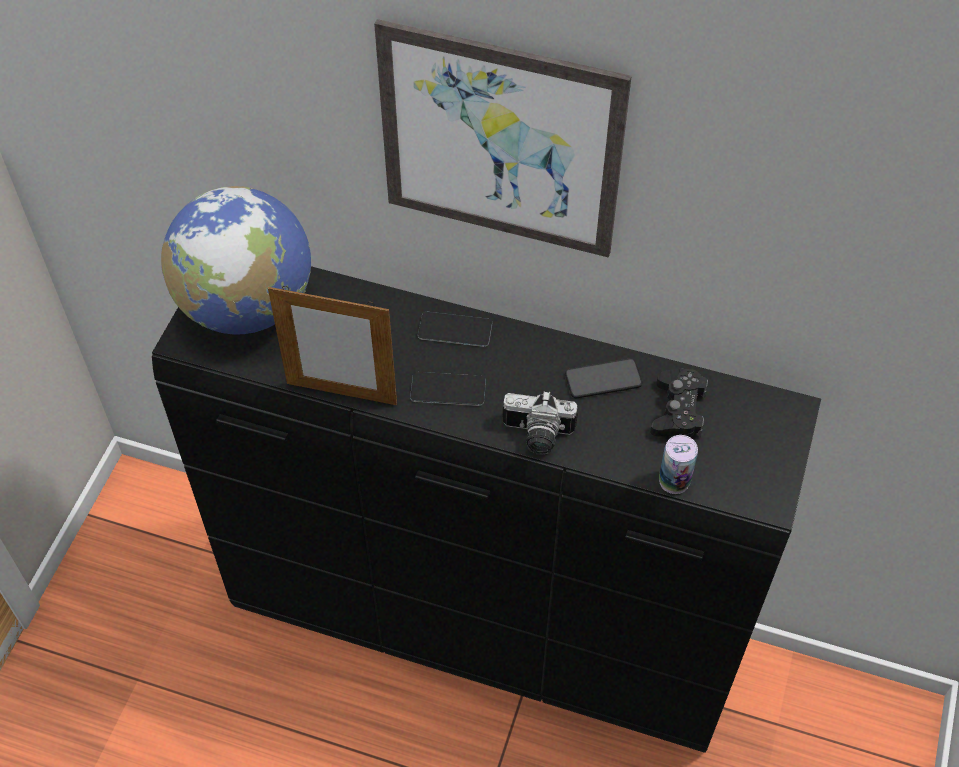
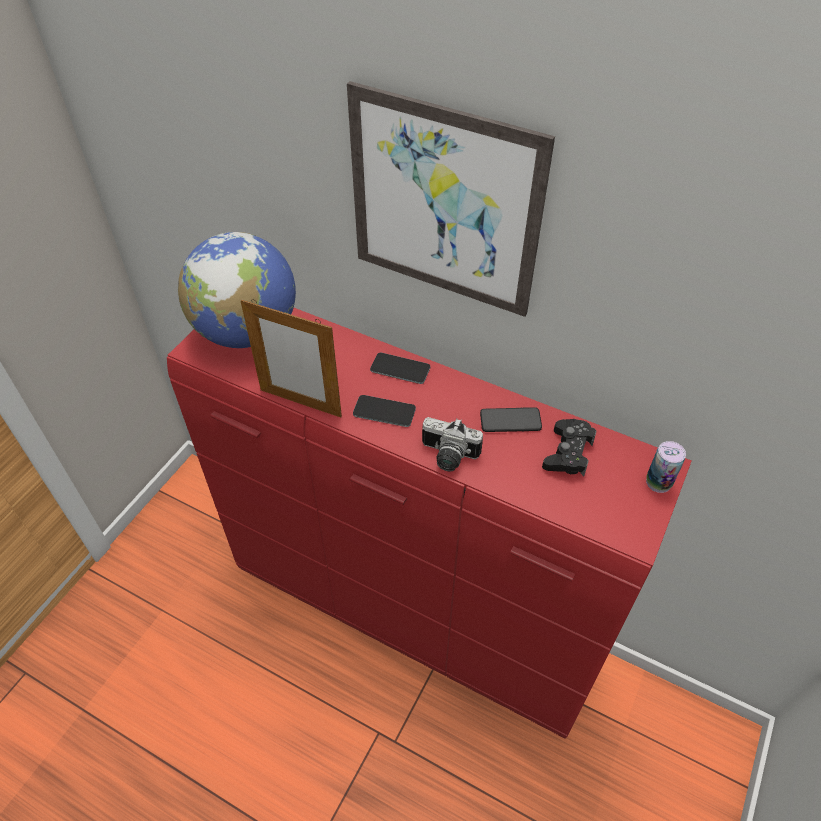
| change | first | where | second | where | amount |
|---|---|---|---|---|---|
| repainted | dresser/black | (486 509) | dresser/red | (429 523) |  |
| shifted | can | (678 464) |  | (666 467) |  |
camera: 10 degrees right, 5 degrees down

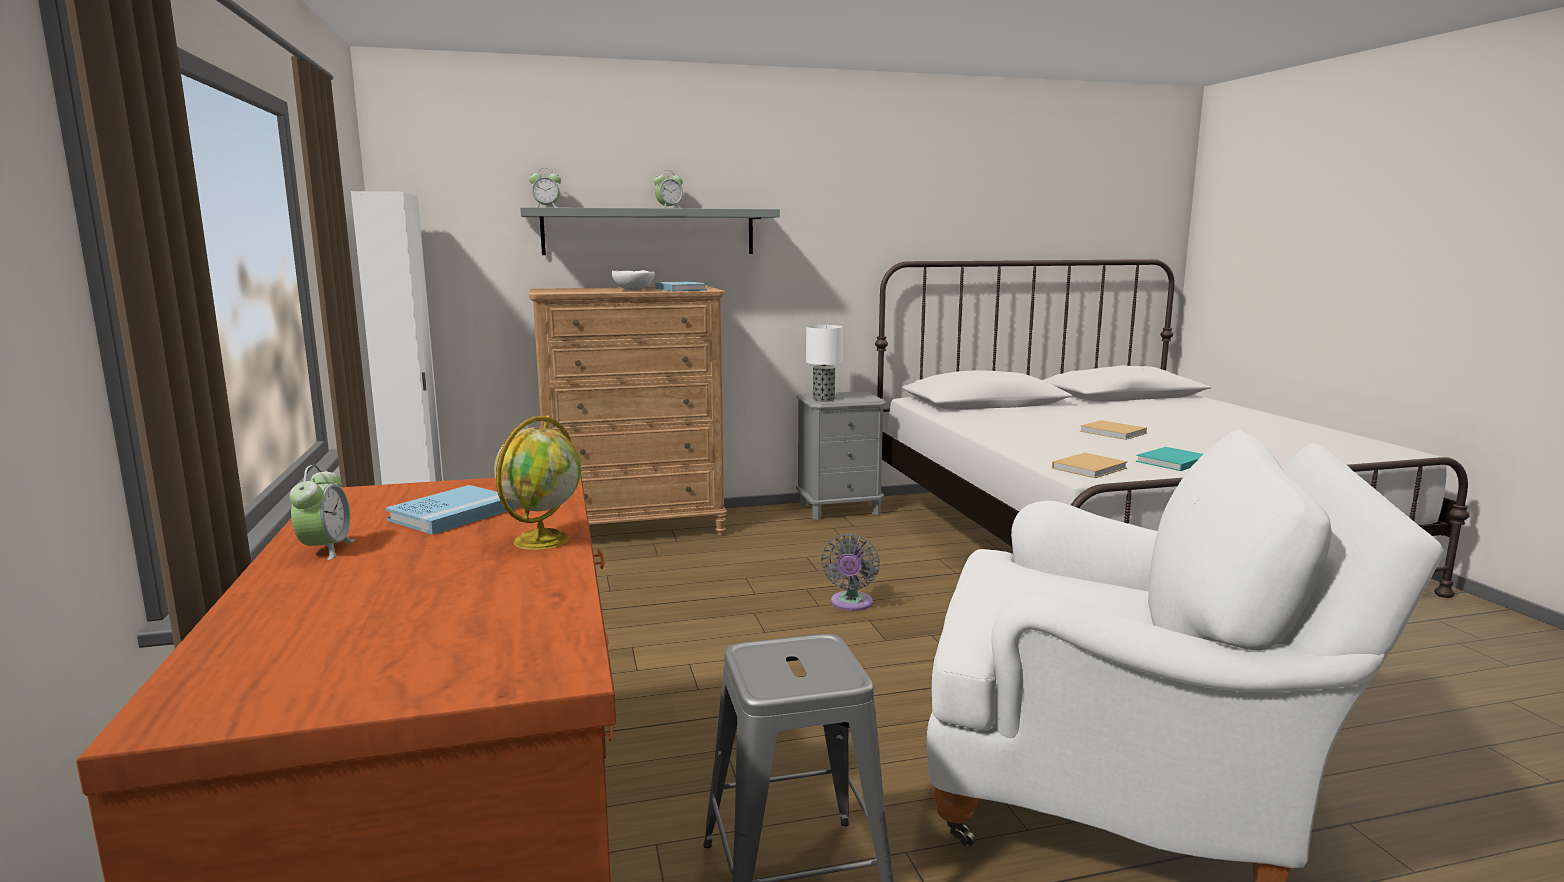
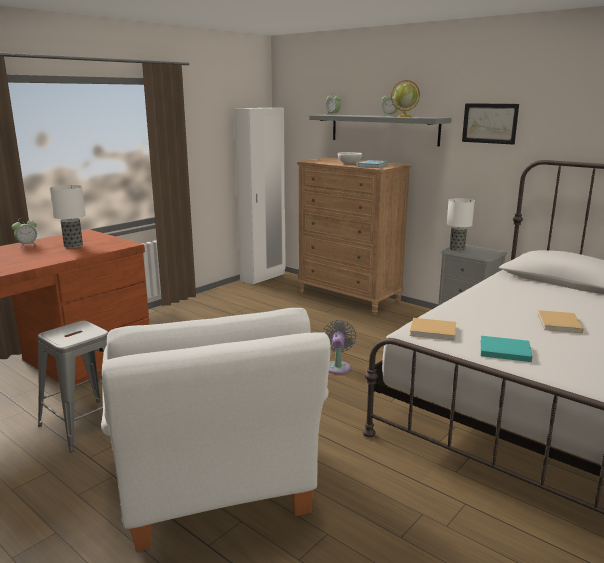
| change | first | where | second | where | amount |
|---|---|---|---|---|---|
| swapped | book/blue | (450 510) | table lamp | (67 216) |  |
| shifted | globe | (537 482) |  | (405 98) |  |
| rotated | fan/grey | (850 572) |  | (340 347) | 120 degrees clockwise |
| new |  |  | picture | (490 124) |  |
camera: 55 degrees right, 5 degrees up

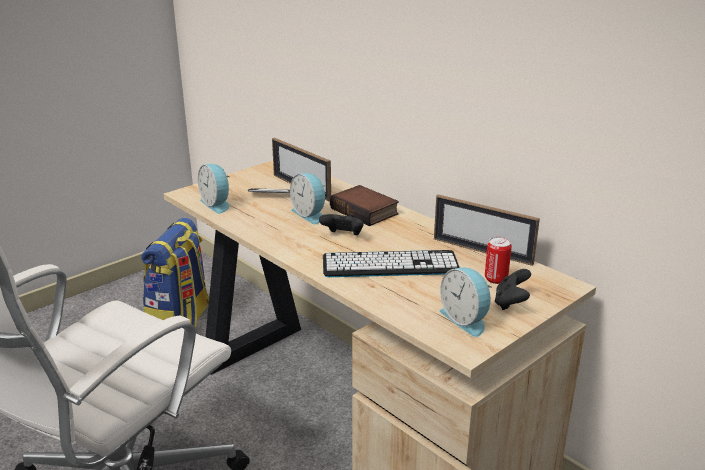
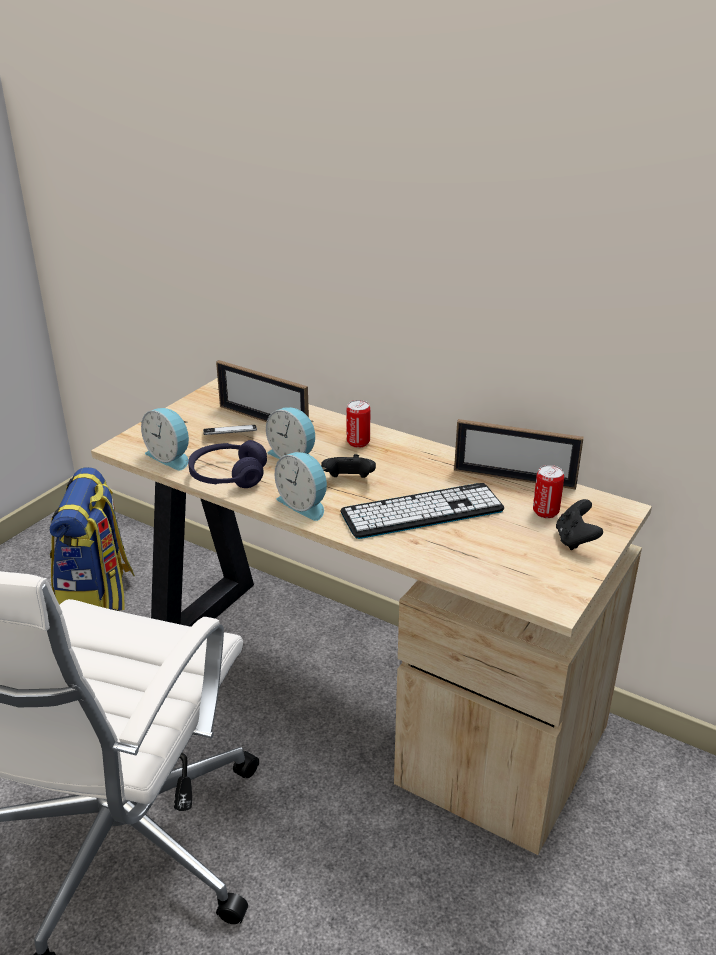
| change | first | where | second | where | amount |
|---|---|---|---|---|---|
| swapped | book | (364 205) | can | (358 424) |  |
| shifted | alarm clock | (466 302) |  | (301 486) |  |
| new |  |  | headphones/purple | (227 464) |  |
camera: 15 degrees left, 5 degrees up

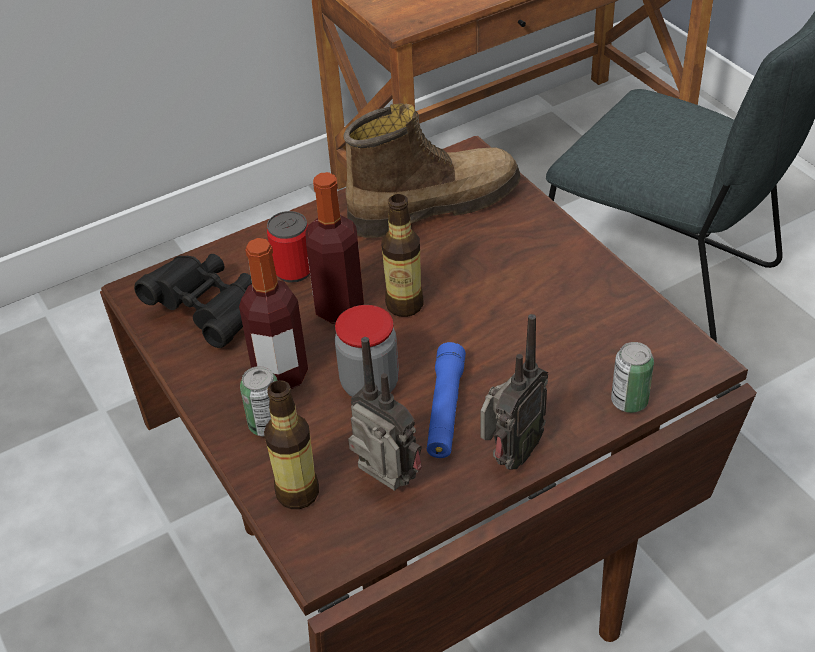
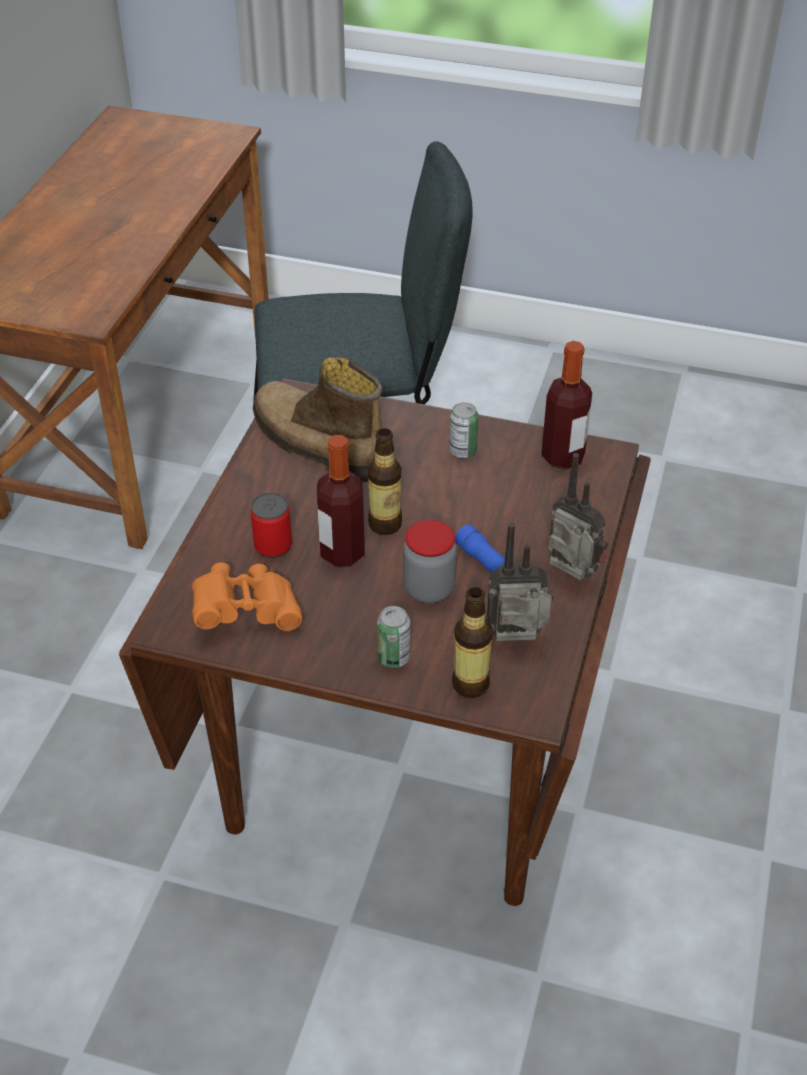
| change | first | where | second | where | amount |
|---|---|---|---|---|---|
| repainted | binoculars/black | (193 301) | binoculars/orange | (247 596) |  |
| shifted | bottle | (273 313) |  | (566 405) |  |
| rotated | boot | (432 170) |  | (317 419) | 75 degrees counterclockwise |
| rotated | radio | (514 392) |  | (578 517) | 45 degrees counterclockwise |
| shifted | can | (632 377) |  | (464 430) |  |
camera: 45 degrees left, 0 degrees up

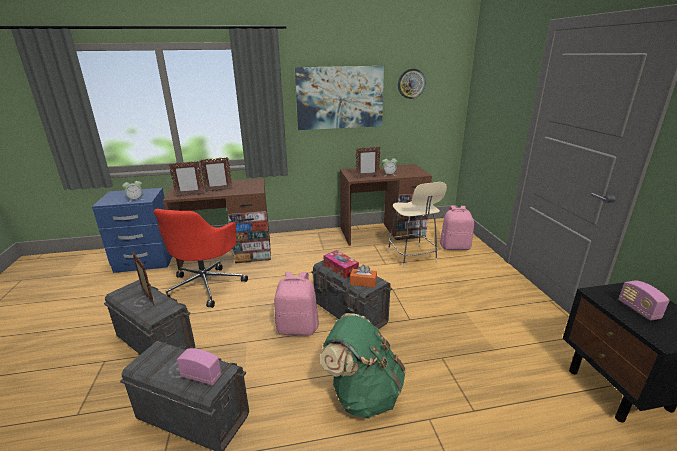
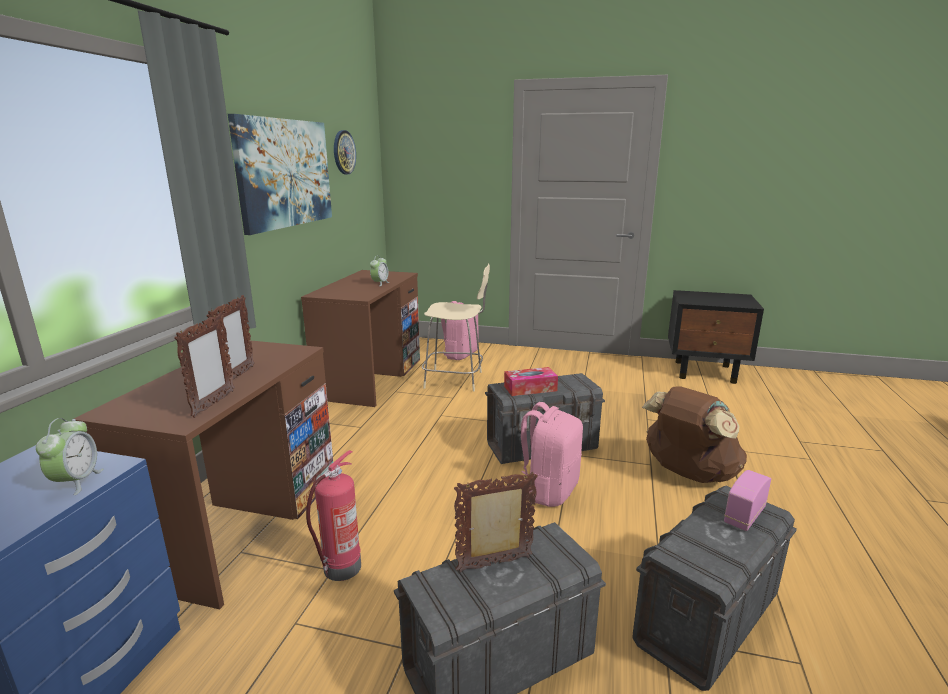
| change | first | where | second | where | amount |
|---|---|---|---|---|---|
| swapped | office chair/red | (200 258) | fire extinguisher | (333 515) |  |
| repainted | backpack/green | (363 366) | backpack/brown | (694 434) |  |
| gone | tissue box/orange | (363 276) |  |  |  |
| gone | picture frame | (368 162) |  |  |  |
| gone | radio | (644 300) |  |  |  |
camera: 65 degrees left, 5 degrees down

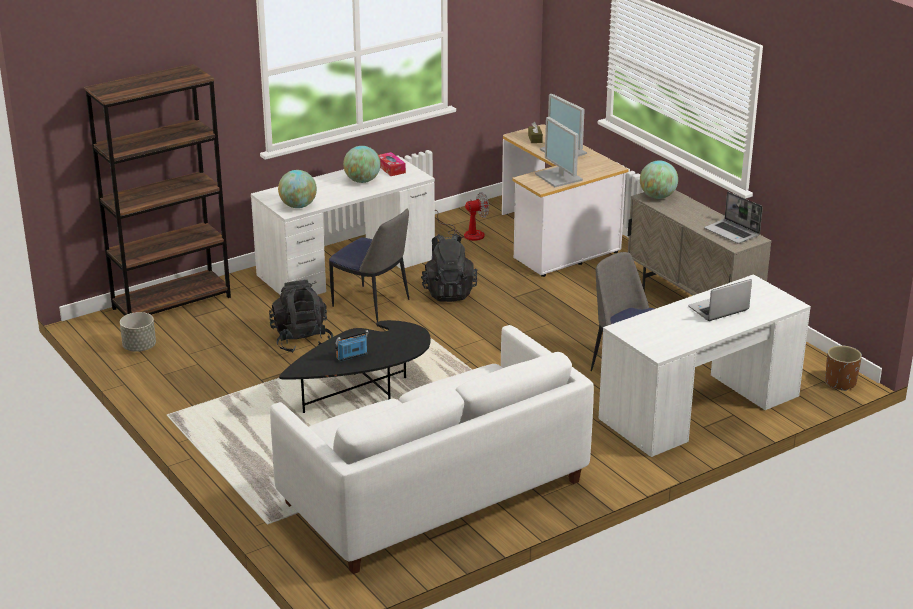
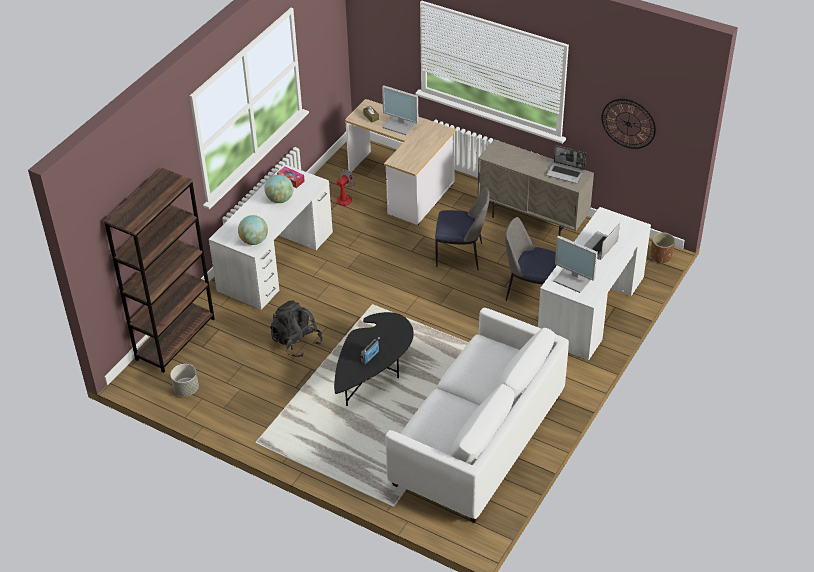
| change | first | where | second | where | amount |
|---|---|---|---|---|---|
| shifted | chair | (369 265) |  | (462 229) |  |
| gone | backpack/black | (449 268) |  |  |  |
| shifted | monitor | (559 152) |  | (575 264) |  |
| gone | globe | (659 179) |  |  |  |
| new |  |  | wall clock | (628 124) |  |
camera: 25 degrees left, 15 degrees up

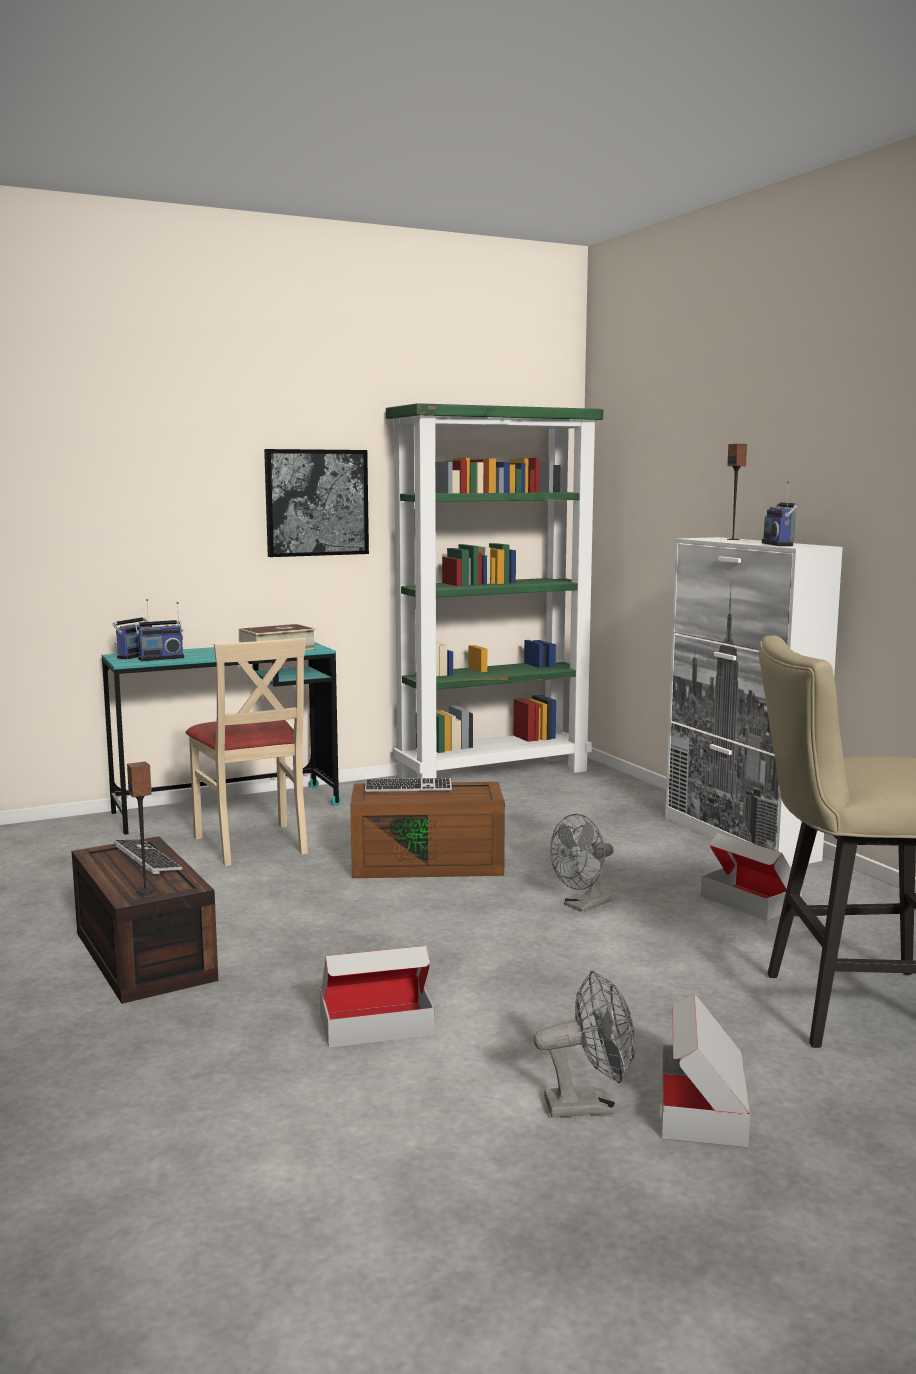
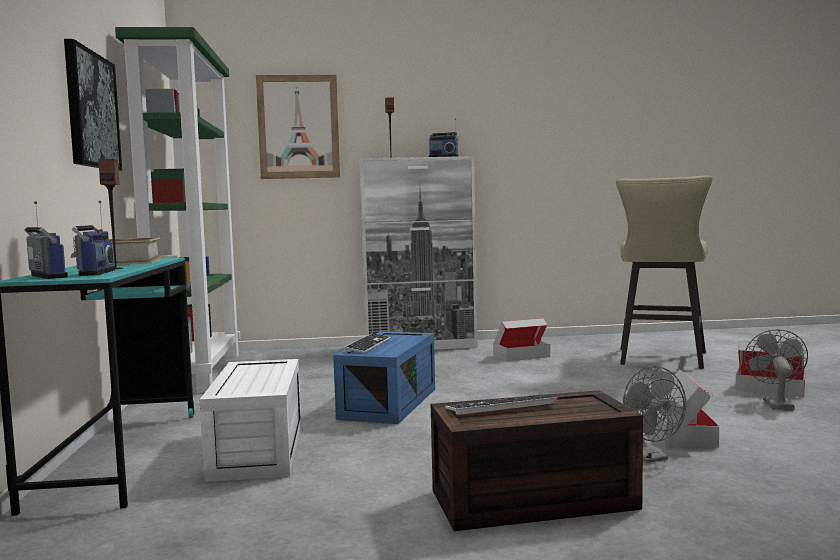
| change | first | where | second | where | amount |
|---|---|---|---|---|---|
| shifted | speaker | (140 828) |  | (110 214) |  |
| swapped | chair/beige | (247 752) | storage box/white | (250 420) |  |
| repainted | storage box/brown | (427 830) | storage box/blue | (384 377) |  |
| shifted | fan/grey | (582 863) |  | (654 414) |  |
| new |  |  | picture | (298 127) |  |
camera: 70 degrees left, 5 degrees down

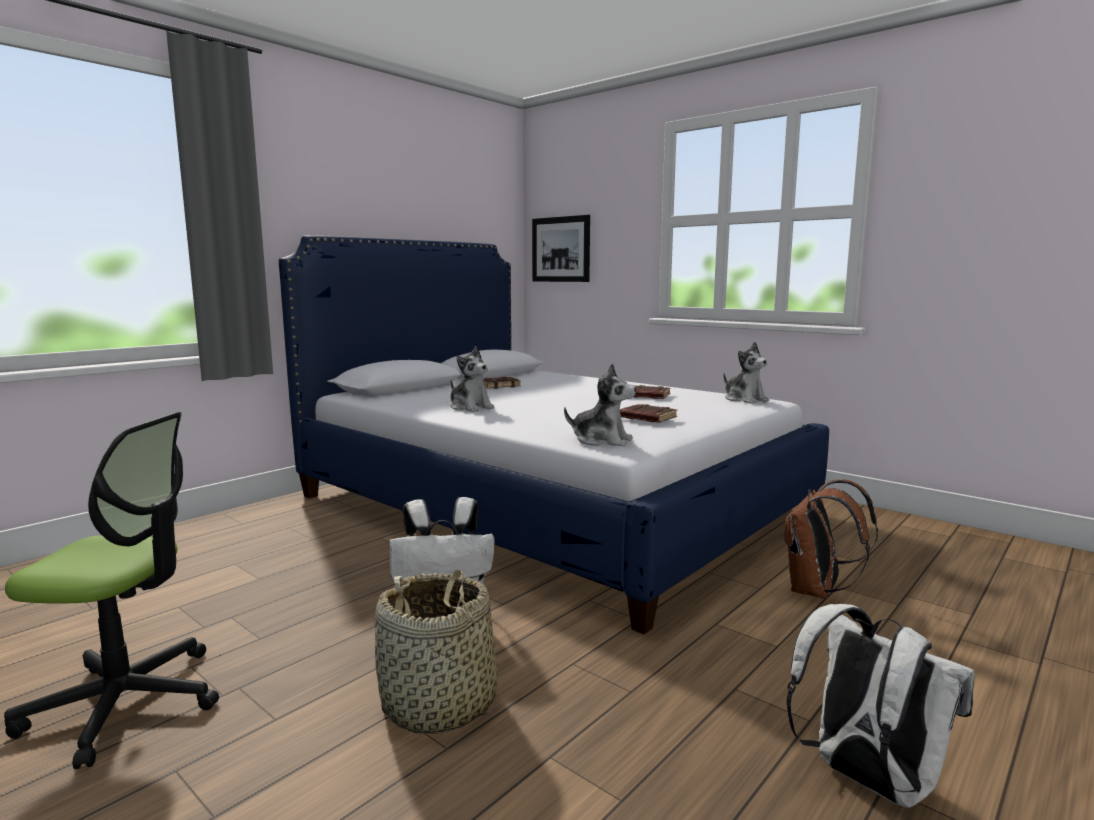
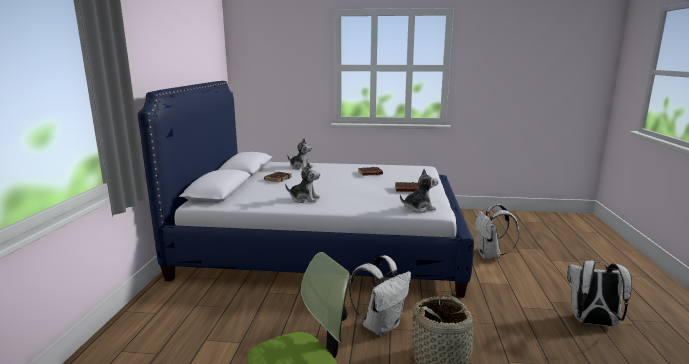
| change | first | where | second | where | amount |
|---|---|---|---|---|---|
| gone | picture | (561 248) |  |  |  |
| shifted | plush toy | (746 373) |  | (300 154) |  |
| repainted | backpack/brown | (831 539) | backpack/white | (497 231) |  |
camera: 35 degrees left, 5 degrees up

